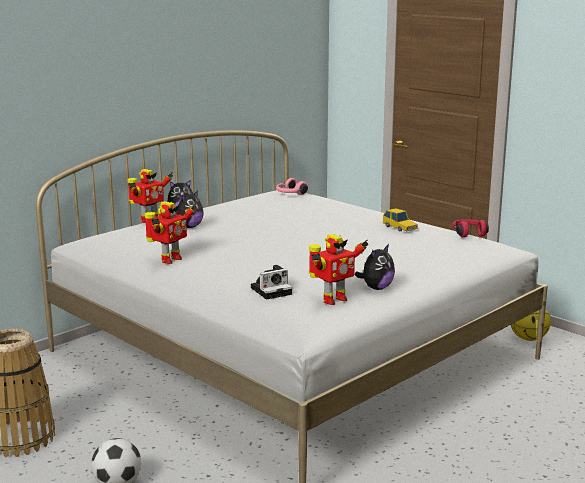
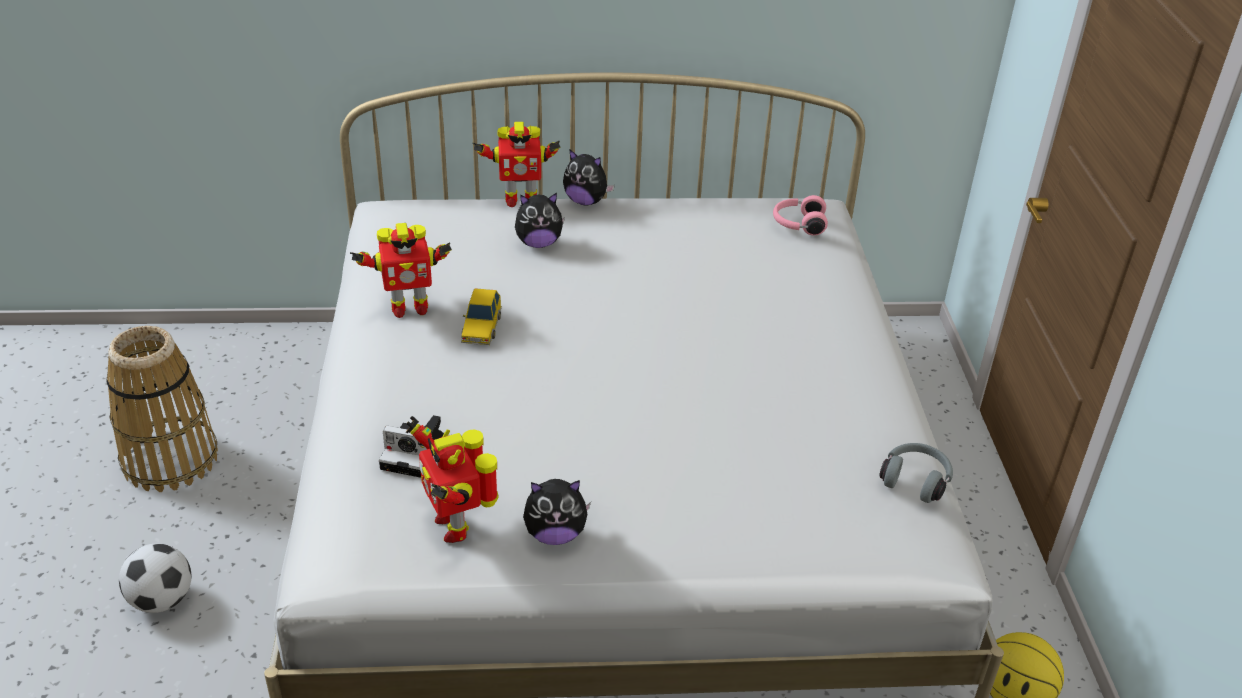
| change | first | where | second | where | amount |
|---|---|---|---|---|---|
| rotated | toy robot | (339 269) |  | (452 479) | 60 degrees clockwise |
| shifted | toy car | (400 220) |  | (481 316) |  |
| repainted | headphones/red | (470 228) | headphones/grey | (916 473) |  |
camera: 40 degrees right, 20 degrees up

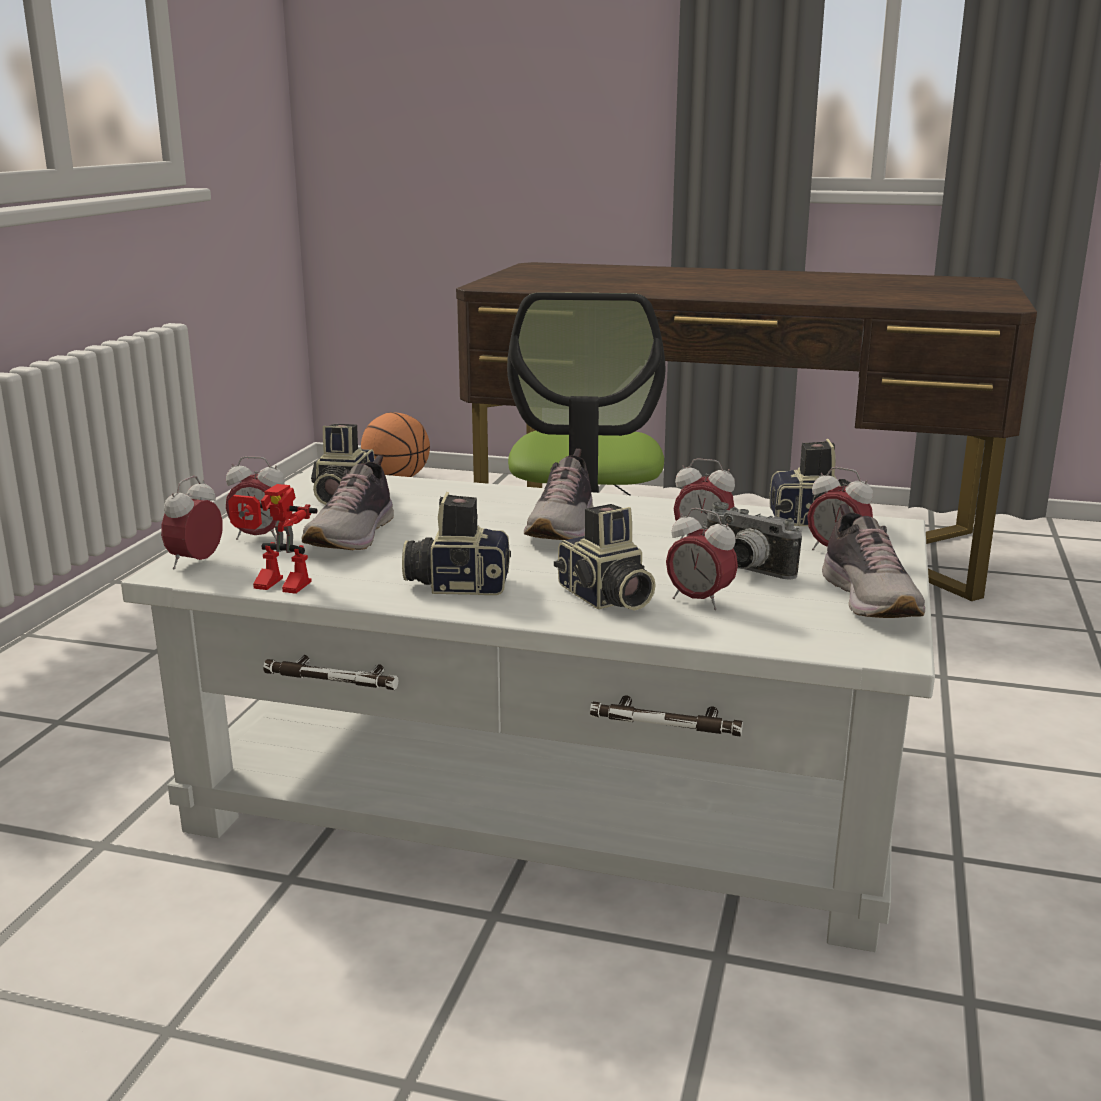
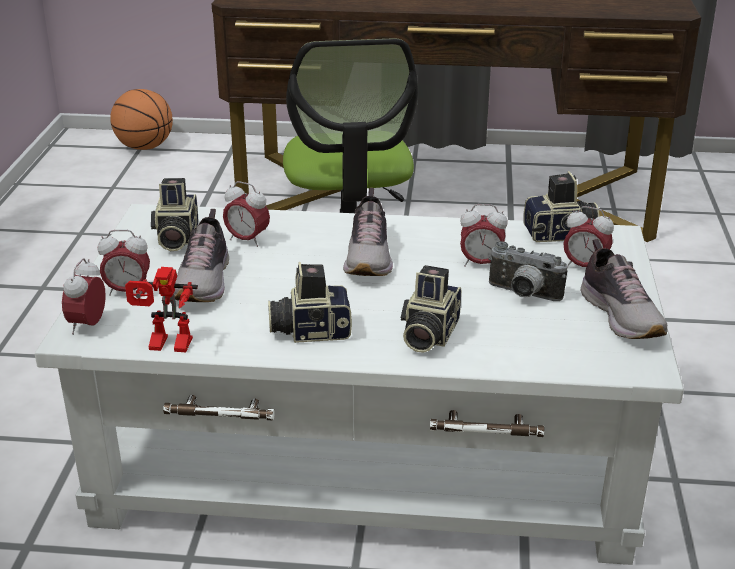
| change | first | where | second | where | amount |
|---|---|---|---|---|---|
| rotated | photo camera | (605 557) |  | (431 309) | 60 degrees clockwise |
| shifted | alarm clock | (702 559) |  | (246 214) |  |
camera: 10 degrees left, 10 degrees up

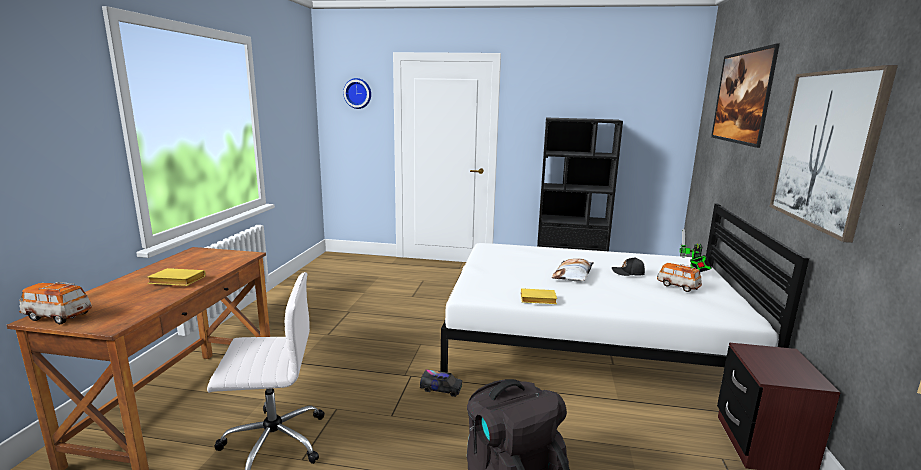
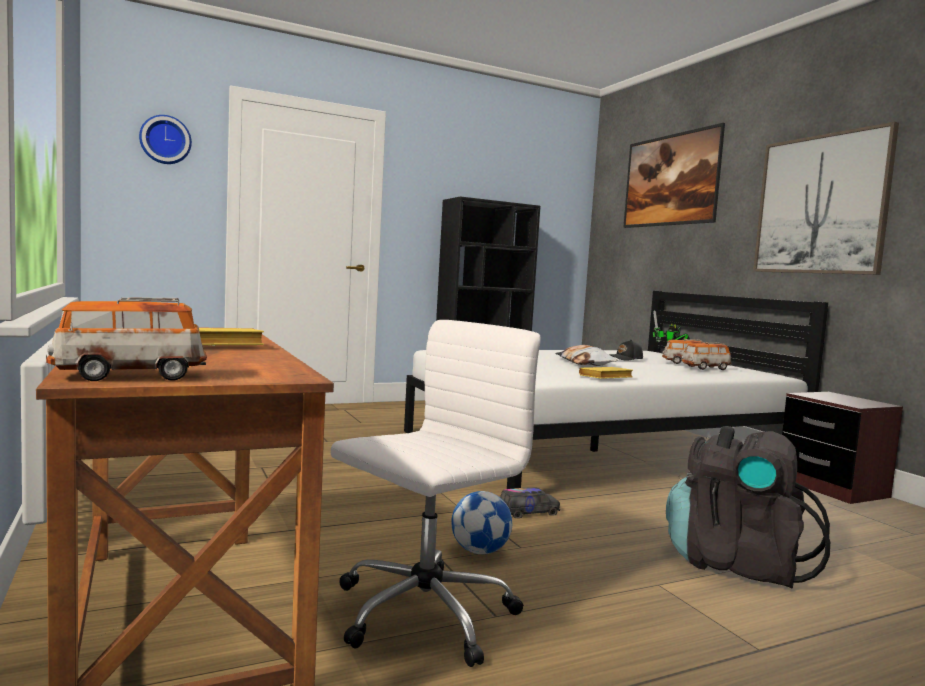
| change | first | where | second | where | amount |
|---|---|---|---|---|---|
| new |  |  | football | (481 522) |  |
| new |  |  | toy car | (706 356) |  |
camera: 35 degrees left, 10 degrees down

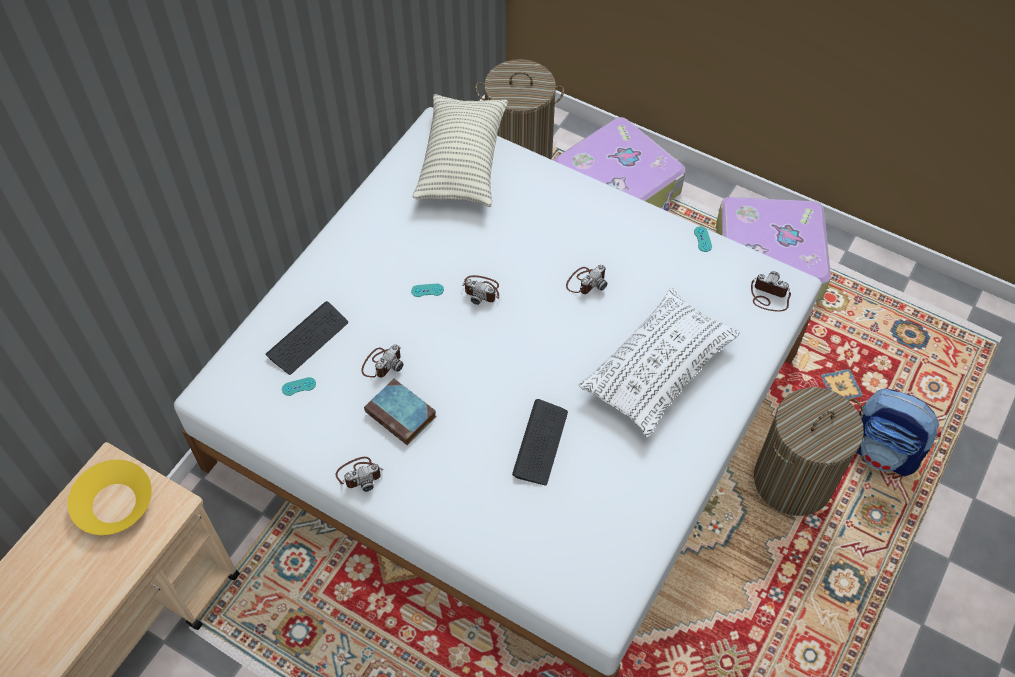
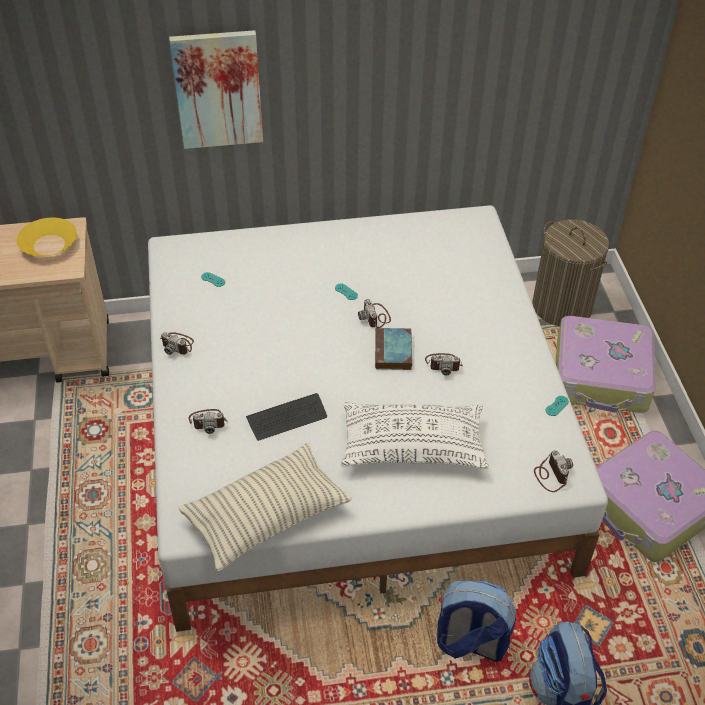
| change | first | where | second | where | amount |
|---|---|---|---|---|---|
| gone | keyboard | (306 338) |  |  |  |
| shifted | photo camera | (382 361) |  | (208 421) |  |
| shifted | book | (400 412) |  | (393 349) |  |
| shifted | pillow | (460 150) |  | (264 507) |  |
| swapped | laundry basket | (809 451) | backpack | (476 621) |  |
| new |  |  | picture | (216 89) |  |
camera: 50 degrees right, 10 degrees down

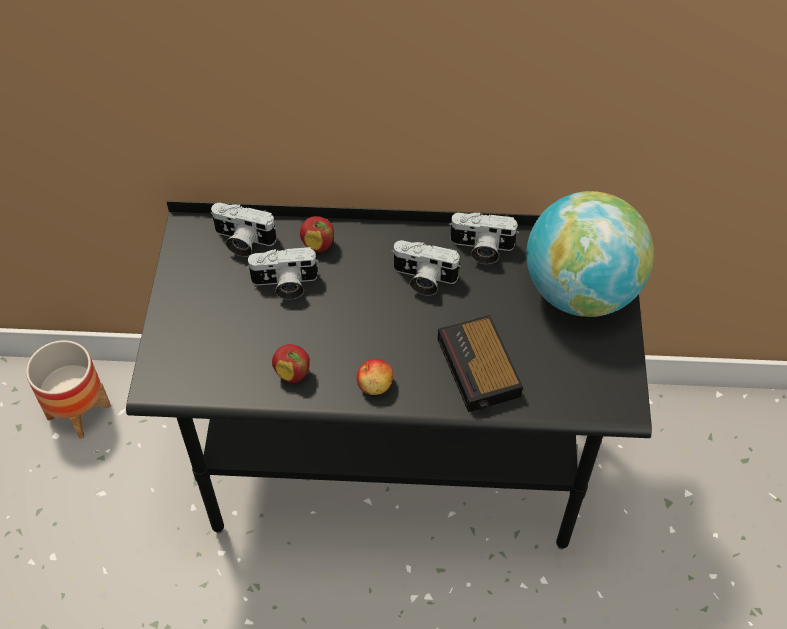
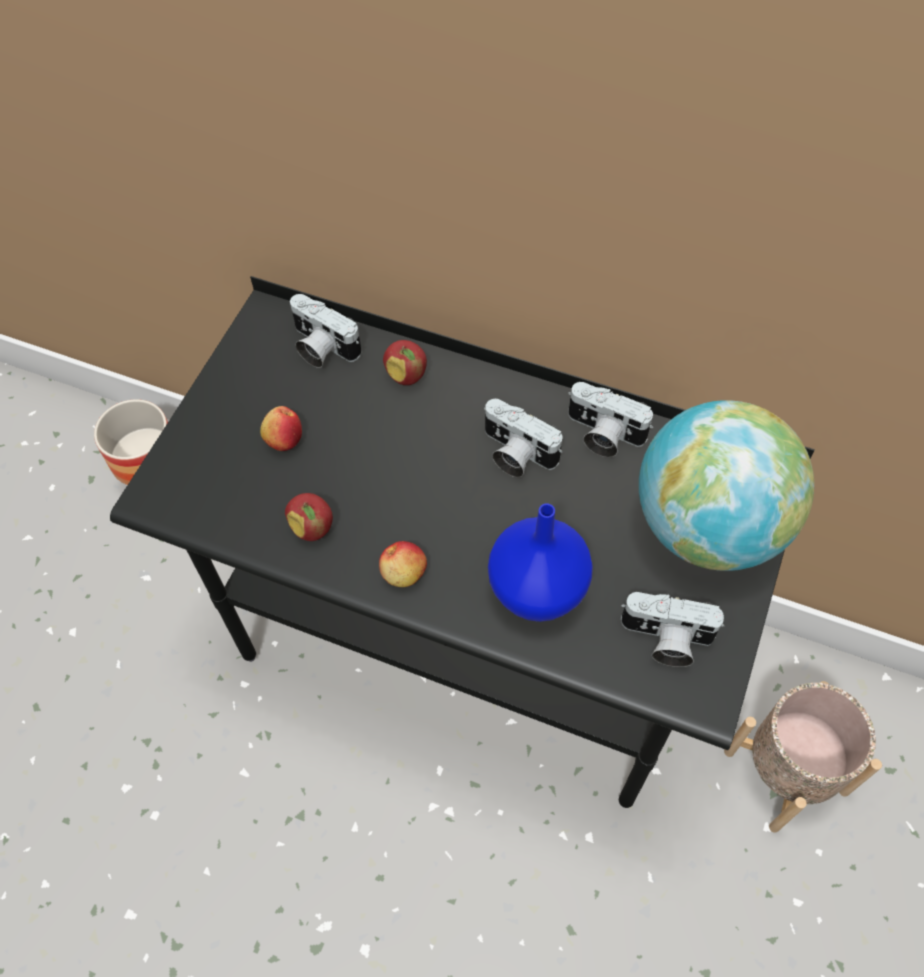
| change | first | where | second | where | amount |
|---|---|---|---|---|---|
| shifted | photo camera | (282 273) |  | (673 629) |  |
| swapped | alarm clock | (480 363) | vase/blue | (540 562) |  |
| new |  |  | apple | (281 428) |  |
| new |  |  | planter/beige | (803 757) |  |
camera: 20 degrees right, 5 degrees up

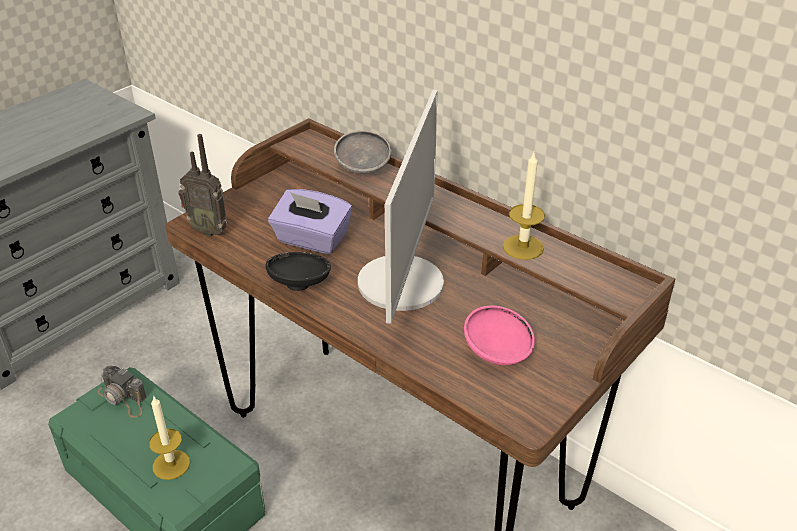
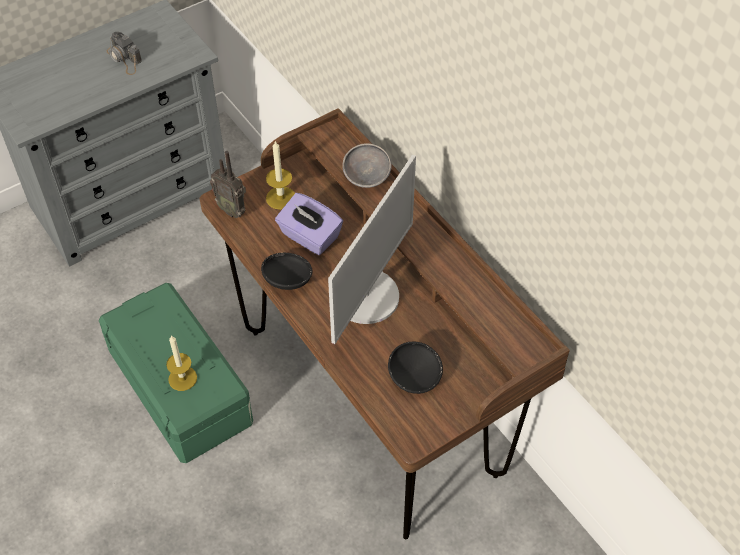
| change | first | where | second | where | amount |
|---|---|---|---|---|---|
| shifted | photo camera | (122 392) |  | (124 53) |  |
| repainted | bowl/pink | (499 335) | bowl/black | (415 368) |  |
| shifted | candle | (524 206) |  | (280 175) |  |
camera: 15 degrees right, 15 degrees up

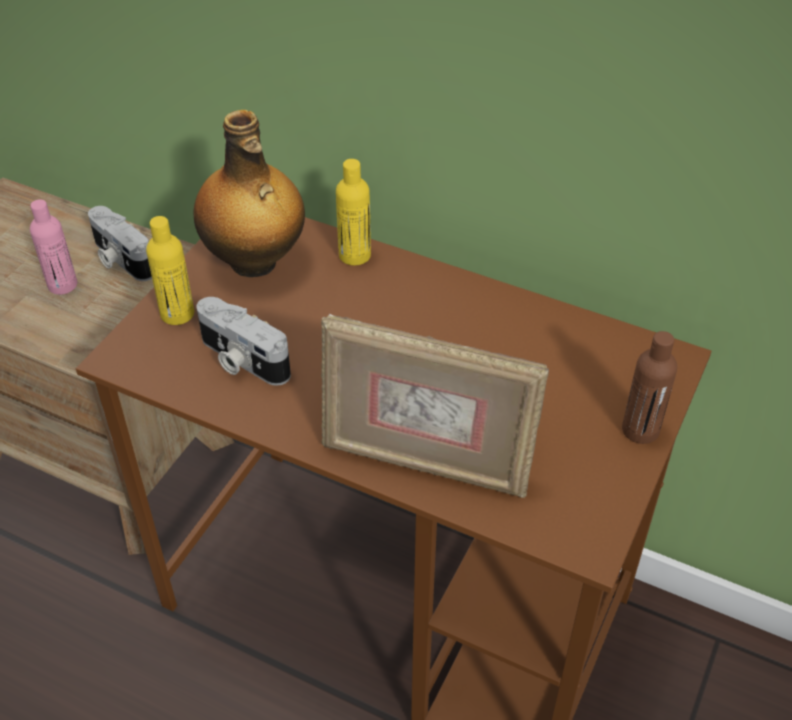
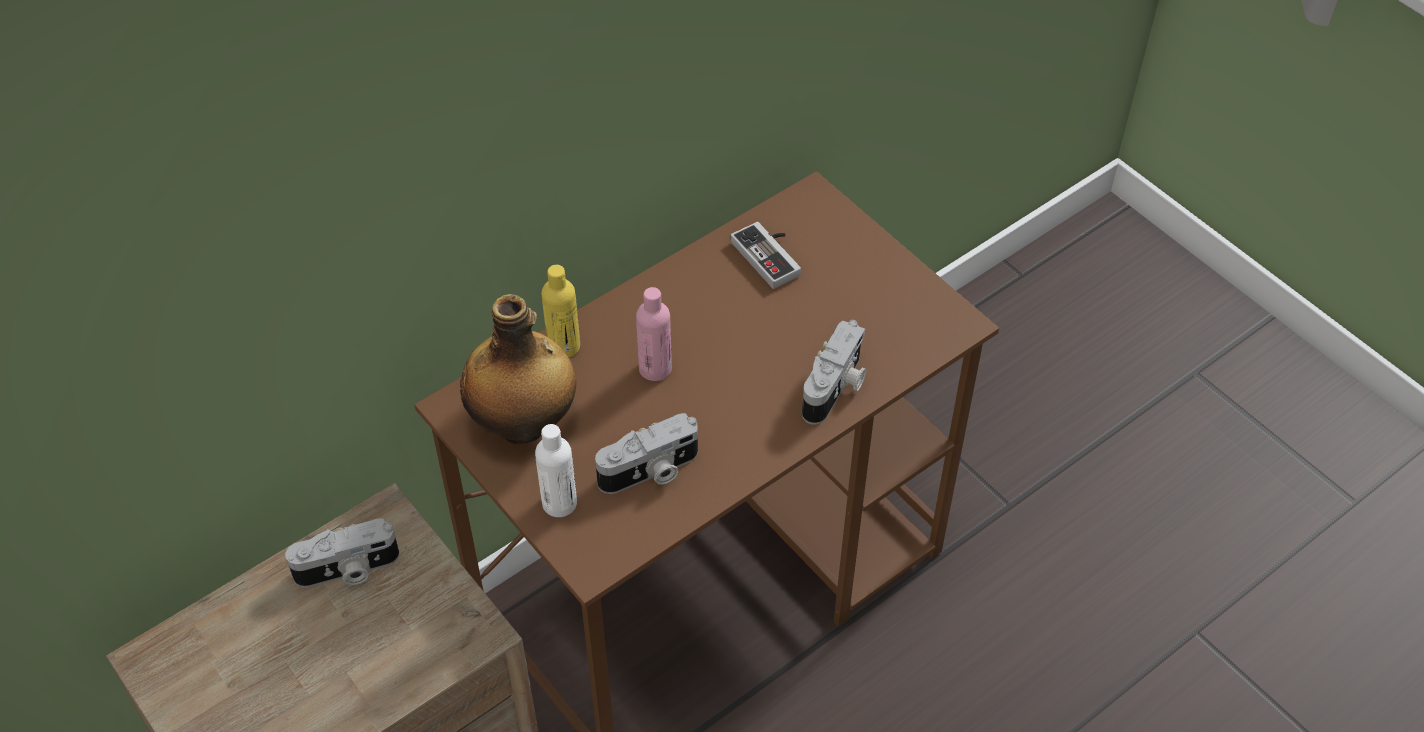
| change | first | where | second | where | amount |
|---|---|---|---|---|---|
| shifted | bottle/pink | (53 247) |  | (654 334) |  |
| repainted | bottle/yellow | (170 270) | bottle/white | (556 470) |  |
| swapped | picture frame | (435 406) | photo camera | (834 372) |  |
| gone | bottle/brown | (649 387) |  |  |  |
| new |  |  | game controller | (766 255) |  |
camera: 65 degrees left, 5 degrees up

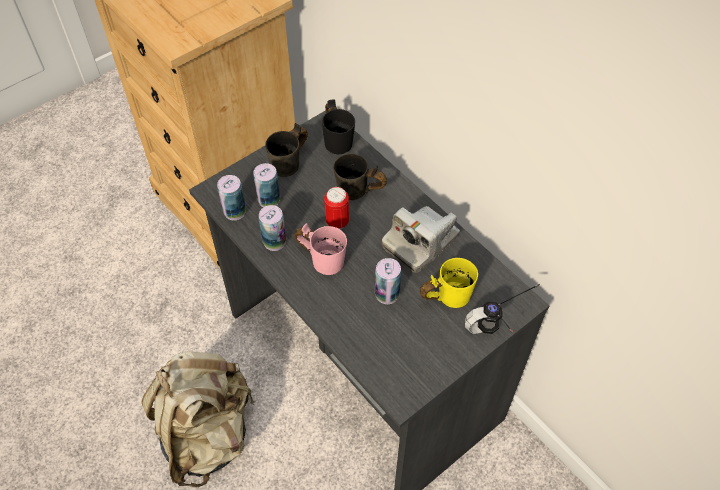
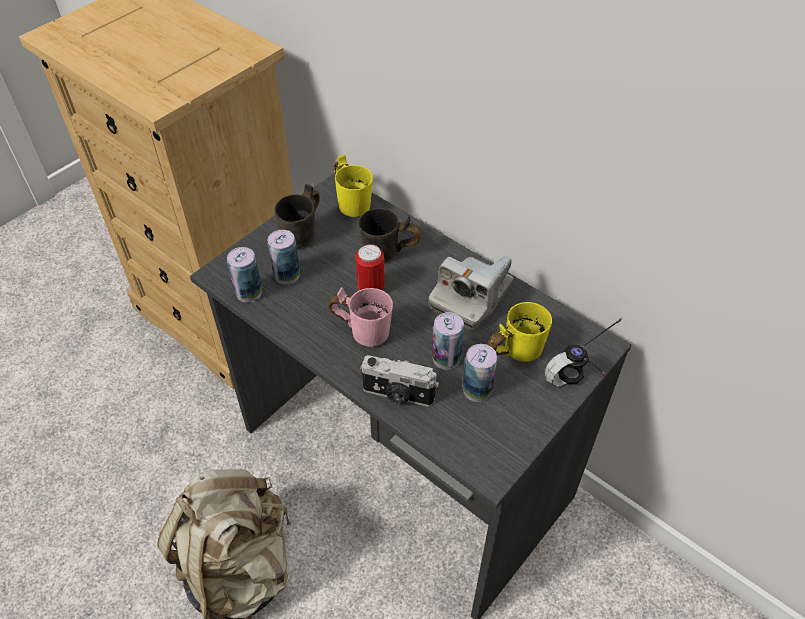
| change | first | where | second | where | amount |
|---|---|---|---|---|---|
| shifted | can | (272 228) |  | (480 373) |  |
| repainted | mug/black | (338 126) | mug/yellow | (353 186) |  |
| new |  |  | photo camera | (399 381) |  |
camera: 10 degrees left, 5 degrees down

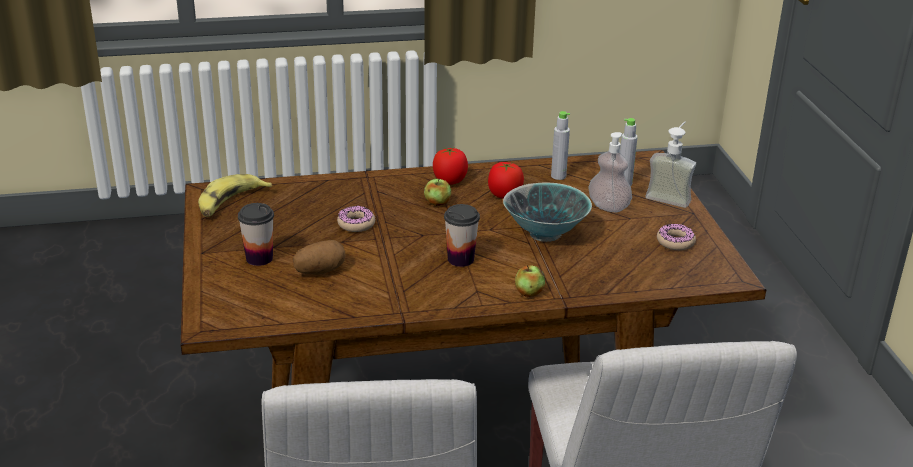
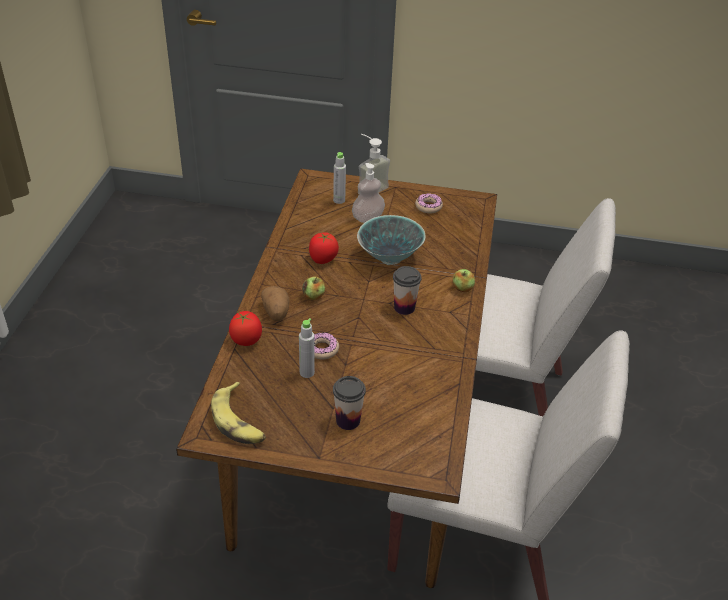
| change | first | where | second | where | amount |
|---|---|---|---|---|---|
| shifted | potato | (319 257) |  | (275 303) |  |
| shifted | tomato | (450 166) |  | (245 328) |  |
| shifted | bottle/grey | (560 145) |  | (307 348) |  |
camera: 70 degrees left, 10 degrees up

